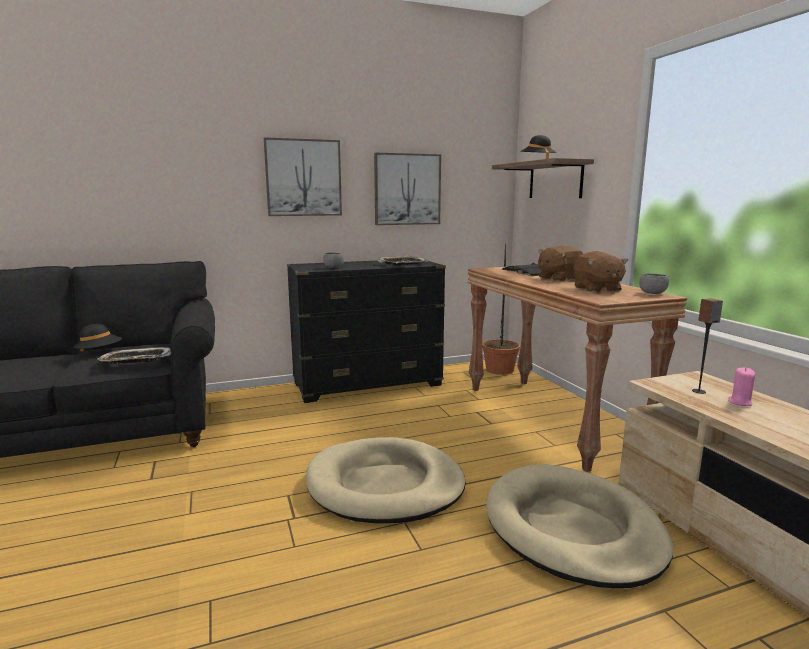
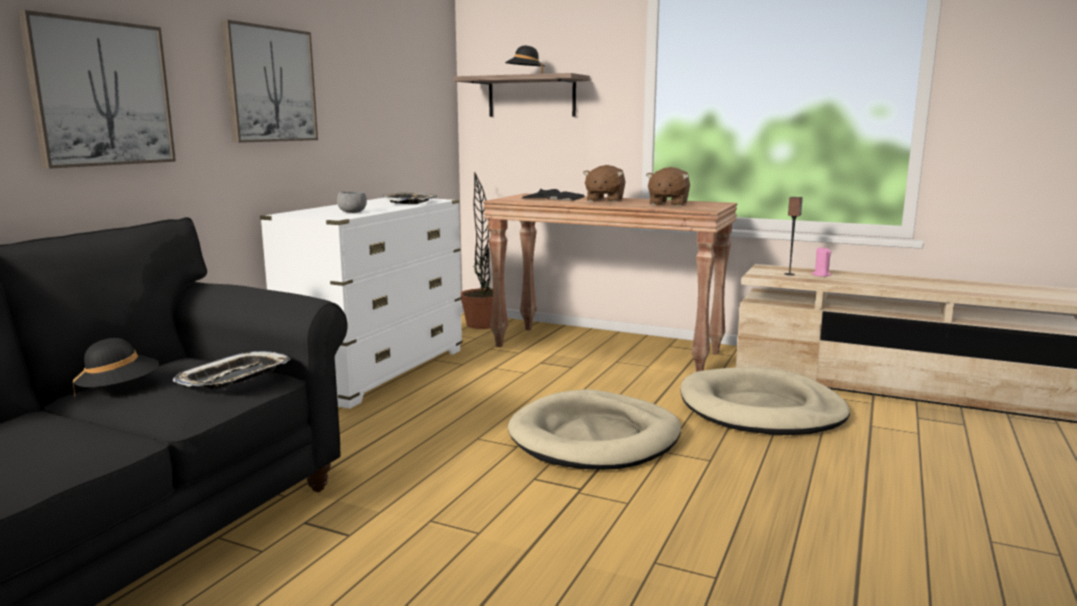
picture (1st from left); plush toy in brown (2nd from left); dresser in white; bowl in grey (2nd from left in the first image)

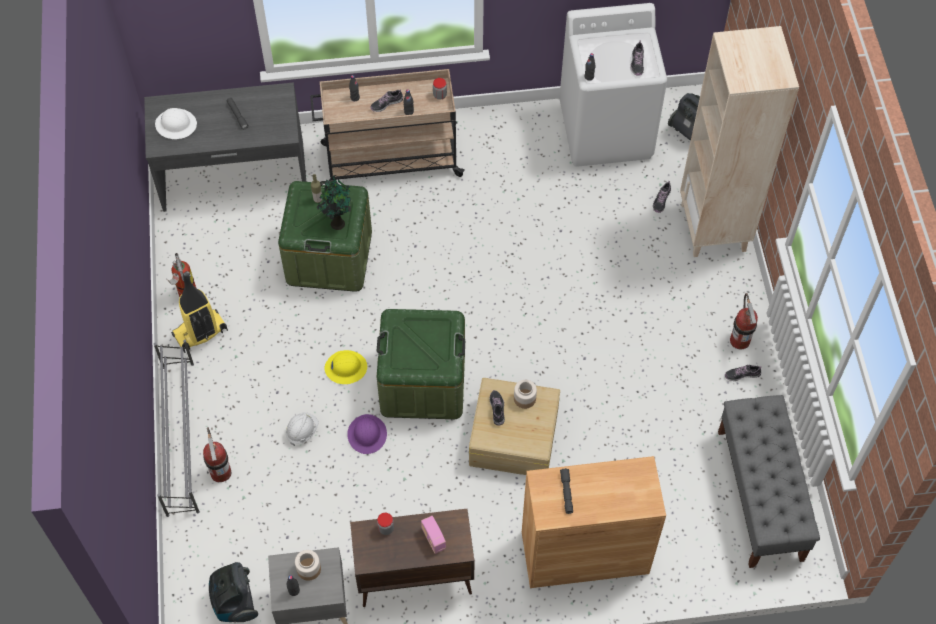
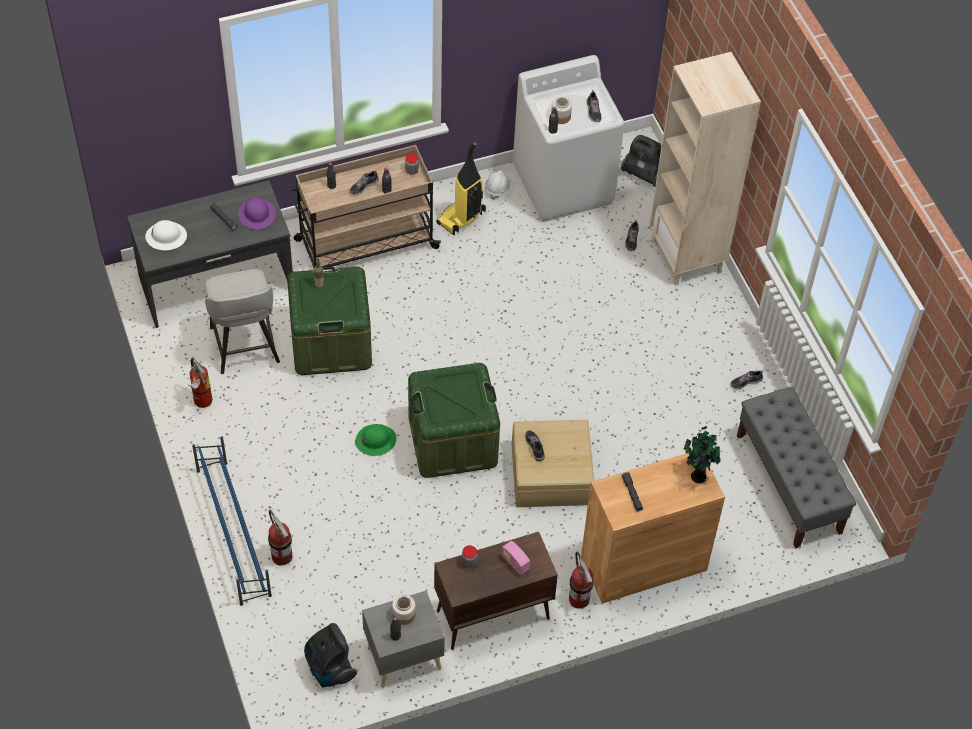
potted plant; vacuum cleaner (2nd from left); fire extinguisher (3rd from left); shoe rack in blue; hard hat in green; jar (4th from left); hard hat in white (2nd from left); hard hat in purple; stool in grey

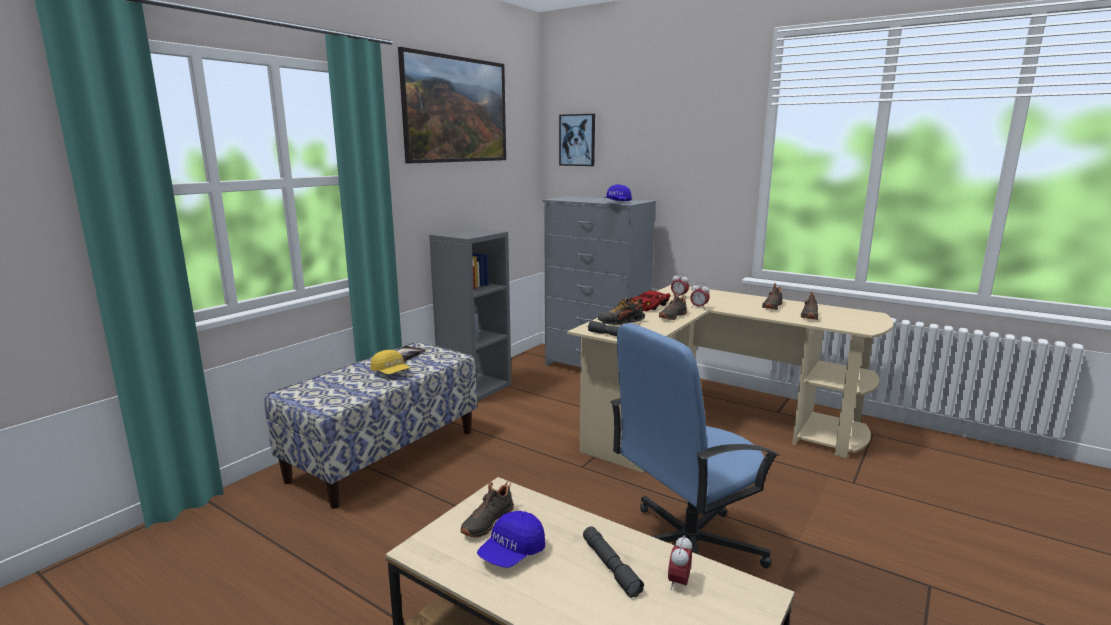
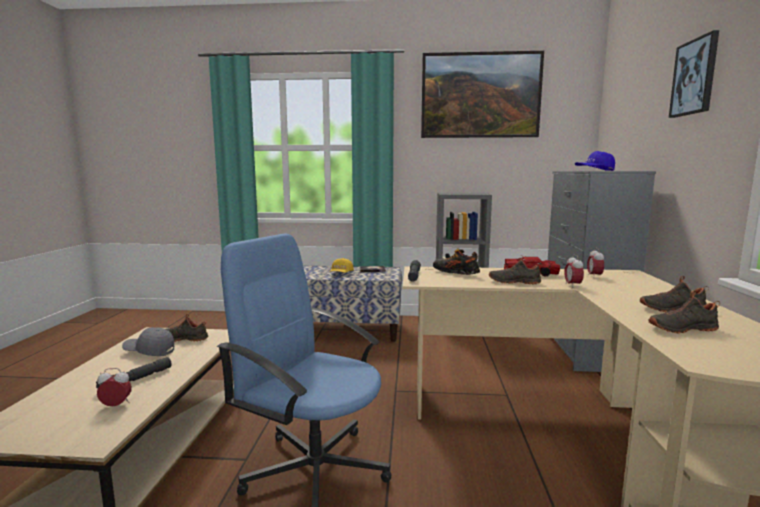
picture (2nd from left); cap in grey

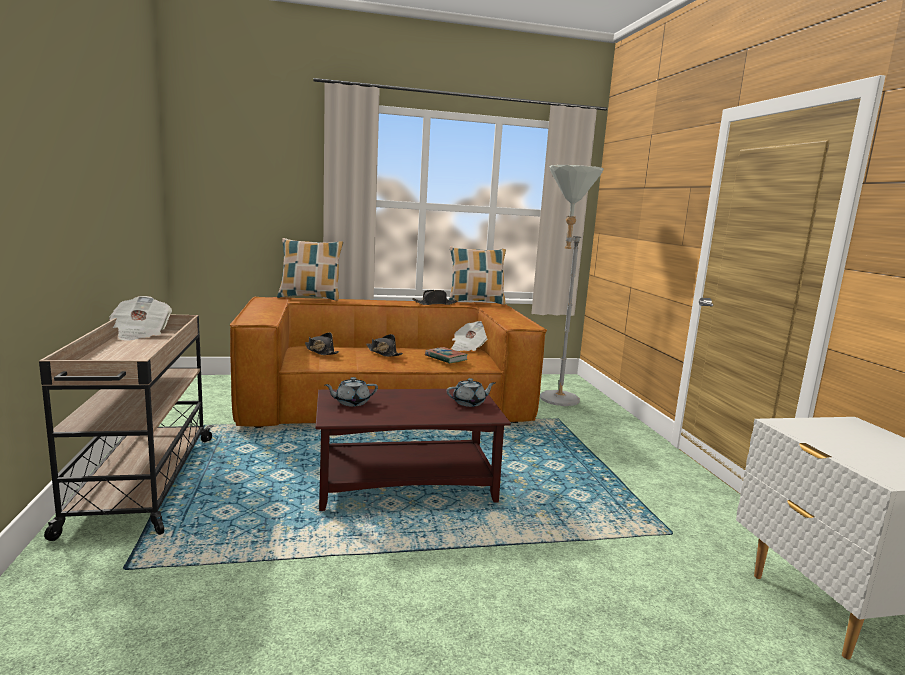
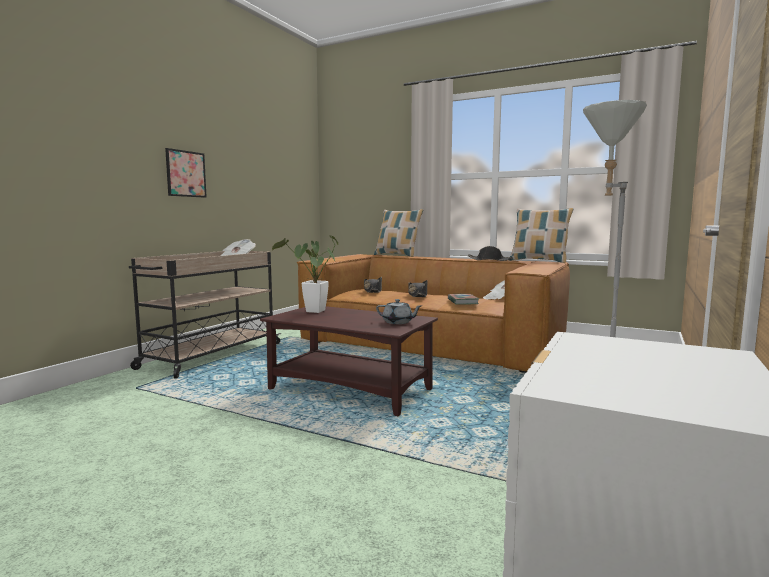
potted plant; picture

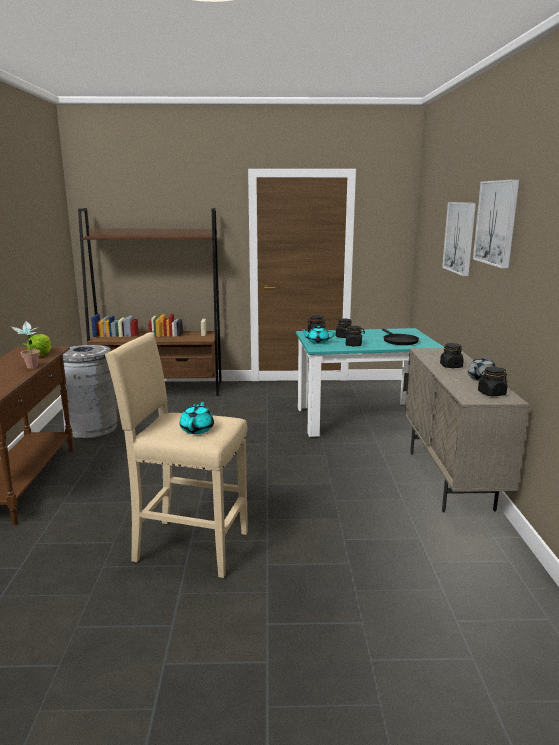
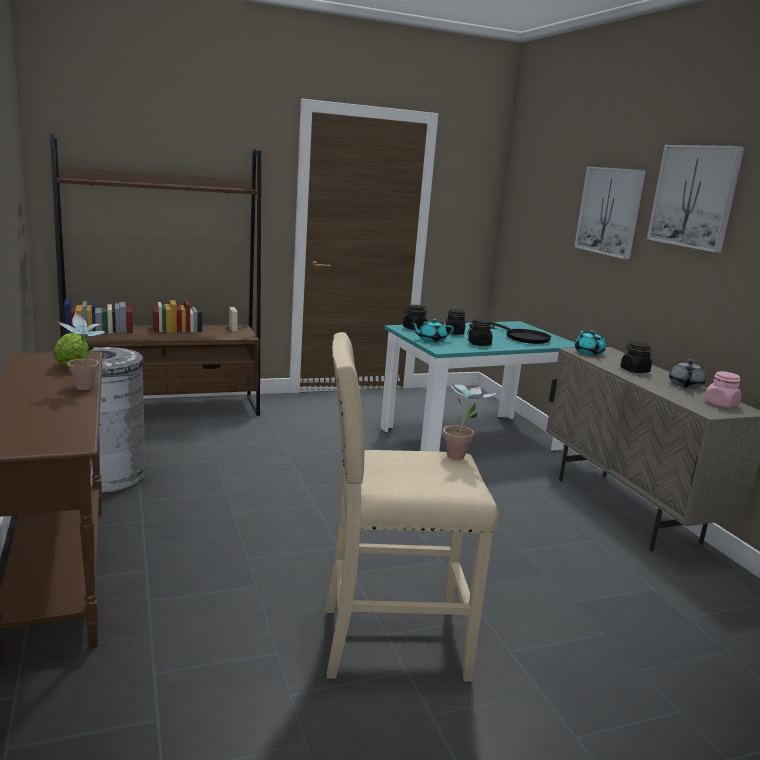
jar in pink; teapot in turquoise (2nd from left); potted plant (2nd from left)

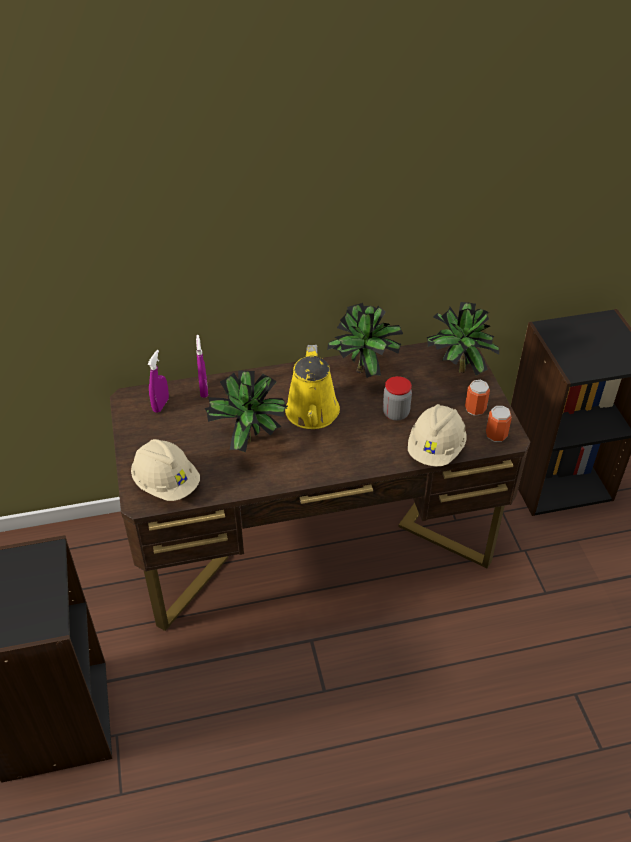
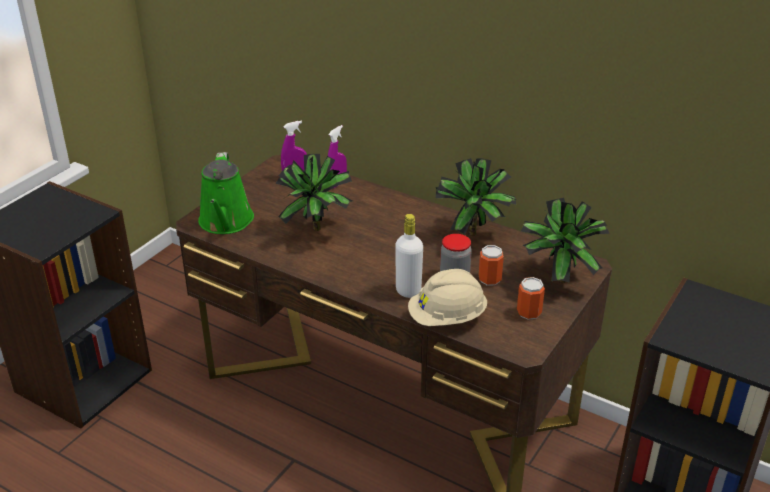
watering can in yellow; can (1st from left); watering can in green; bottle in white

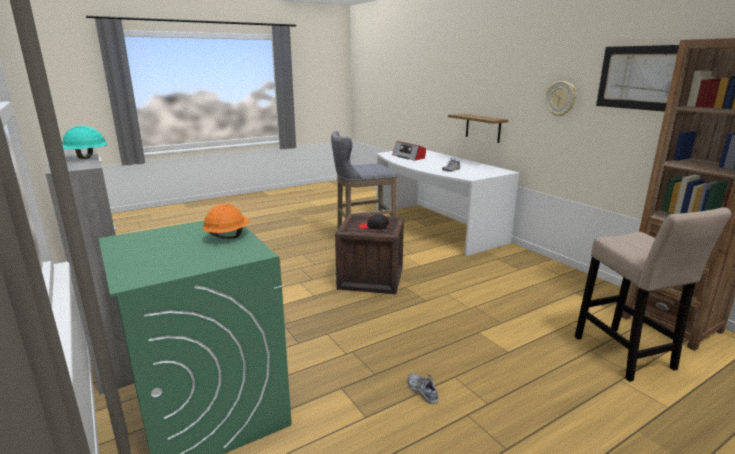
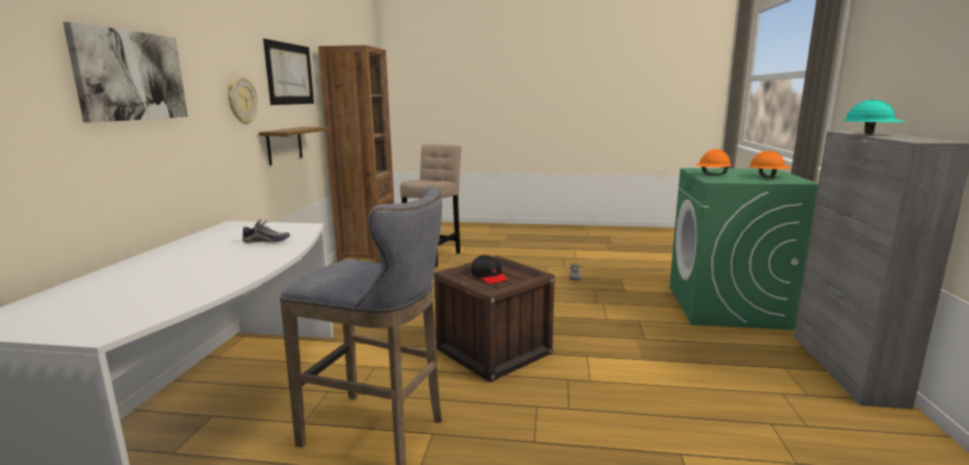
shelf; radio; picture (1st from left); hard hat in orange (2nd from left)

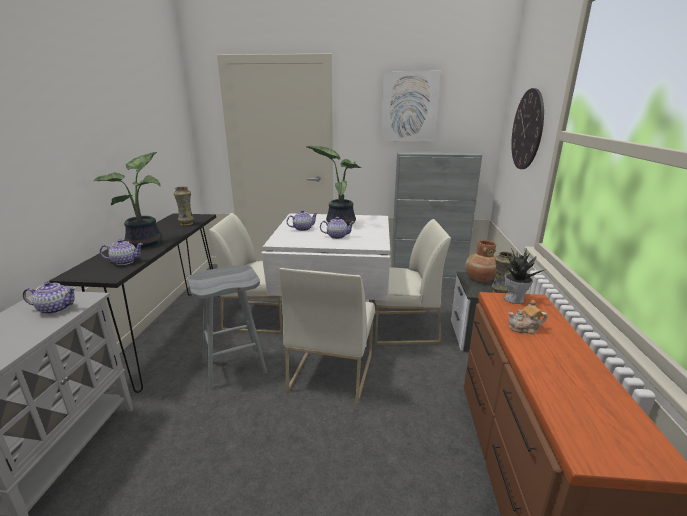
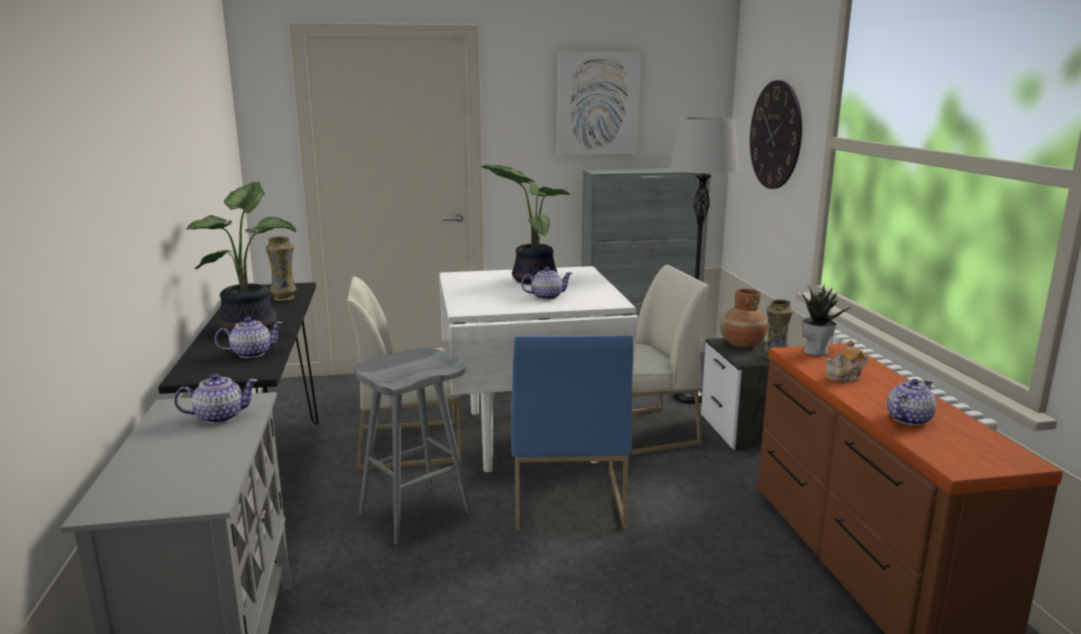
teapot (5th from left); chair in blue; floor lamp in grey

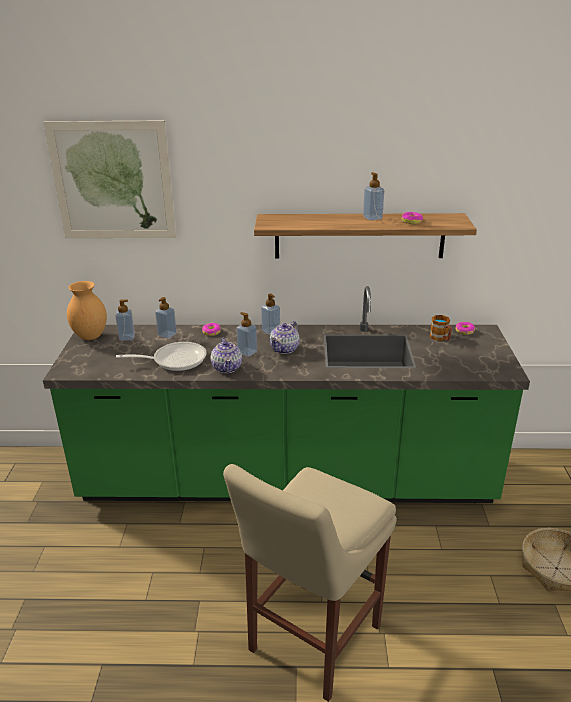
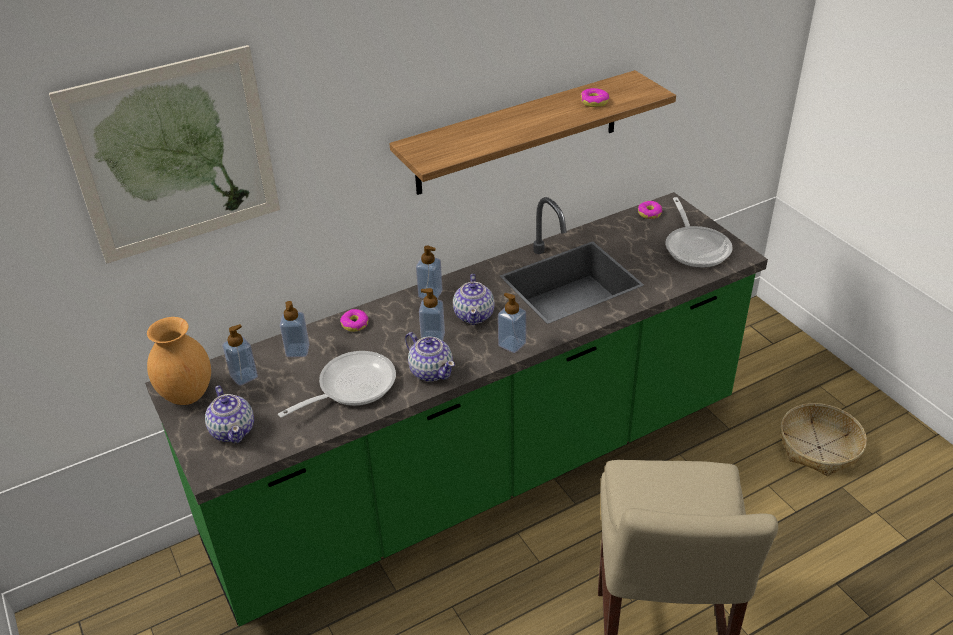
soap dispenser (5th from left); mug; frying pan (2nd from left); teapot (1st from left)

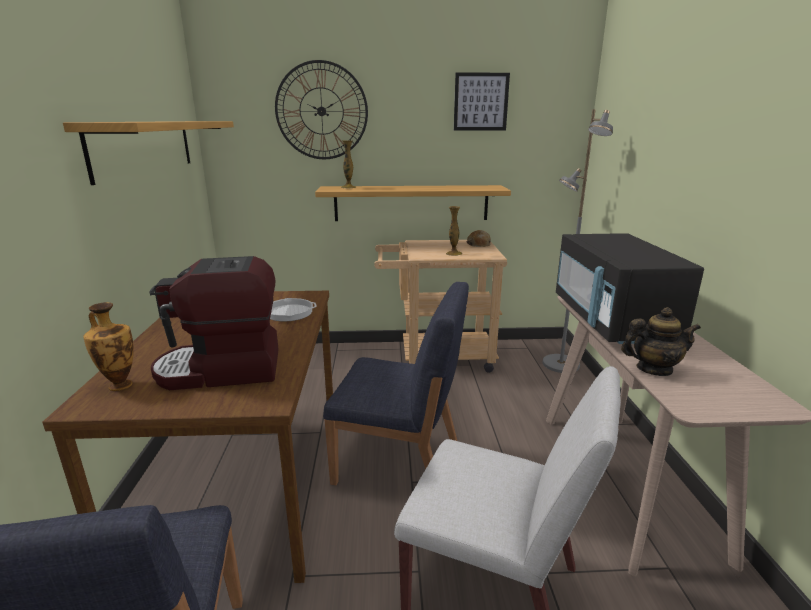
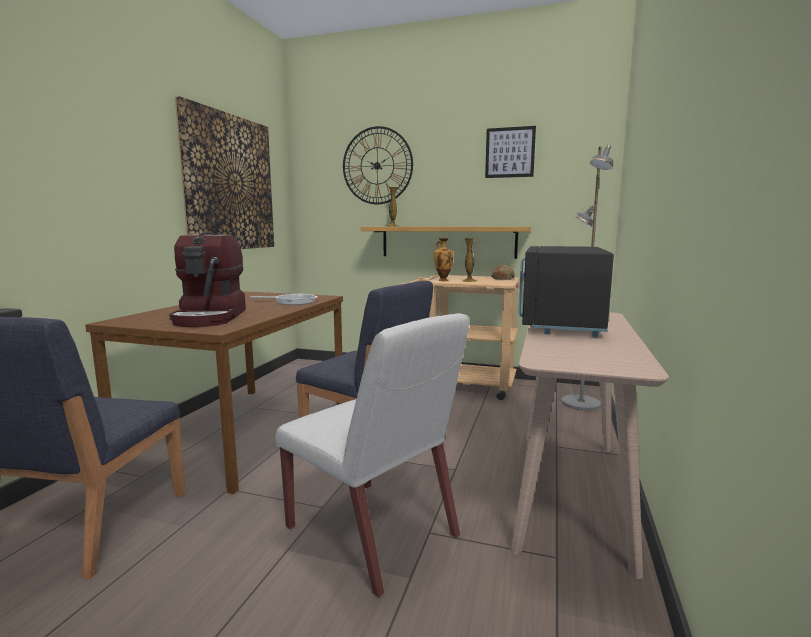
picture (1st from left); coffee machine; vase (2nd from left); teapot

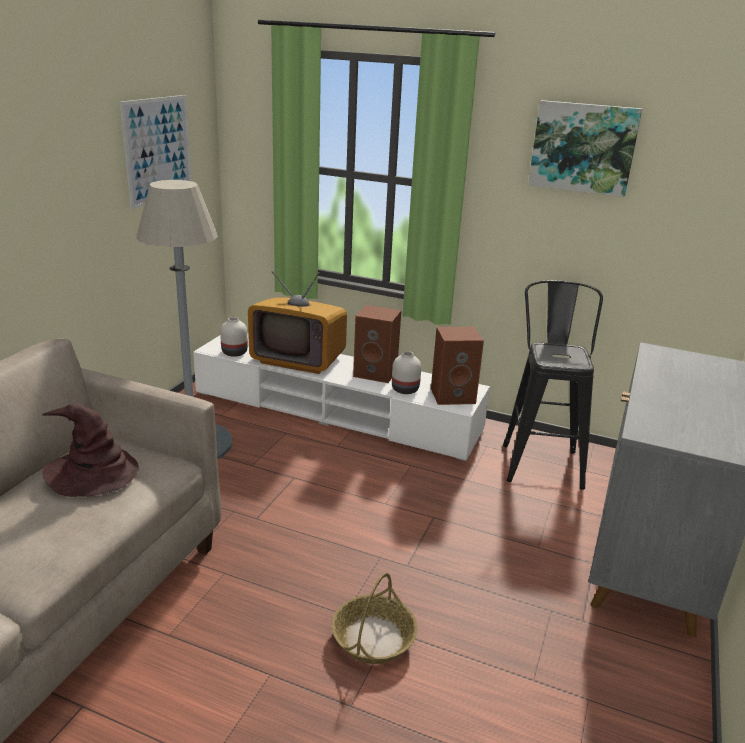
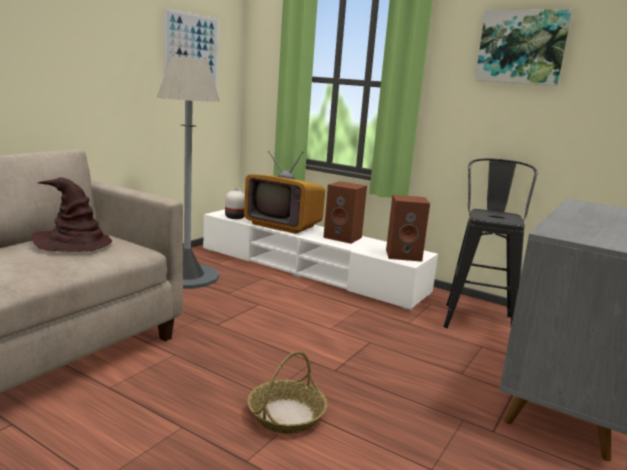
vase in white (2nd from left in the first image)

